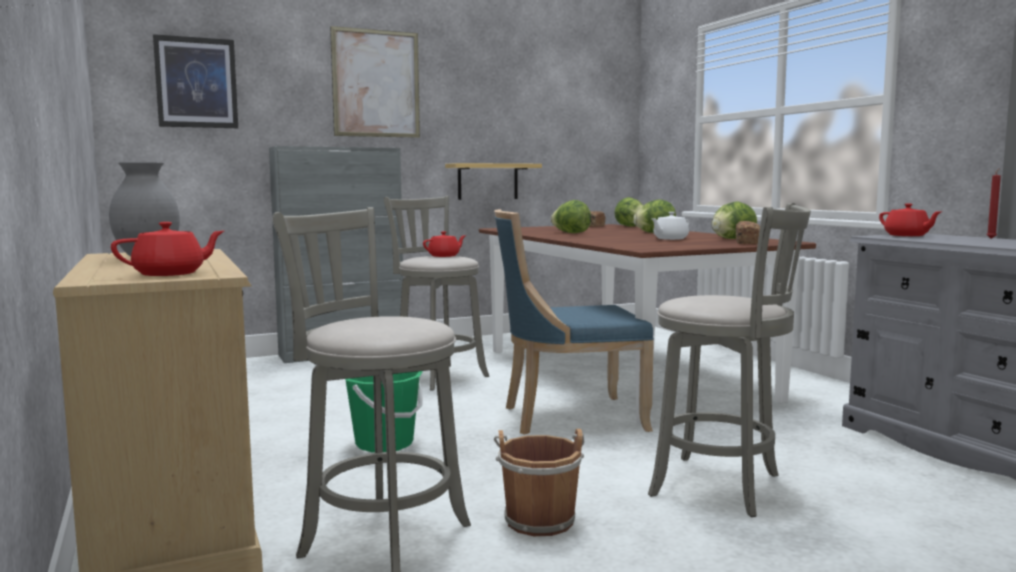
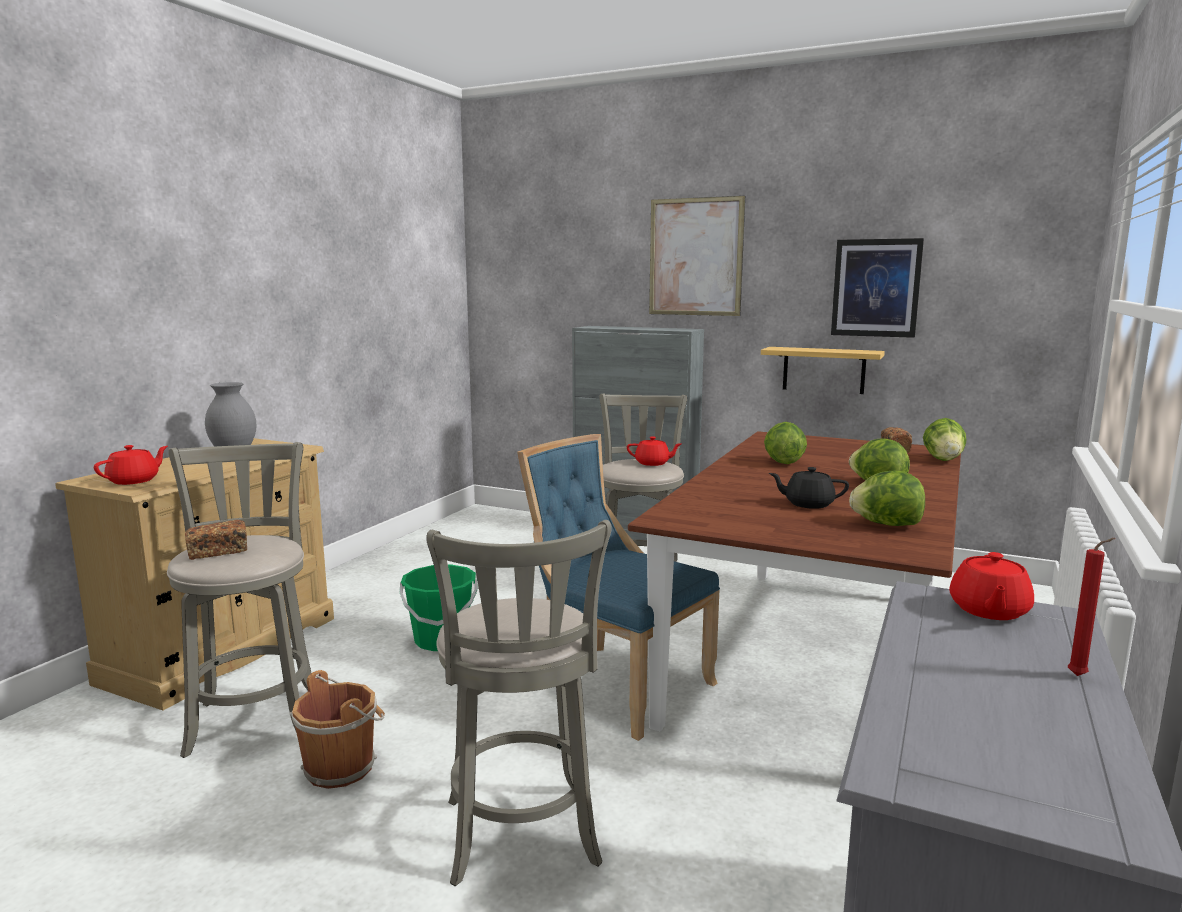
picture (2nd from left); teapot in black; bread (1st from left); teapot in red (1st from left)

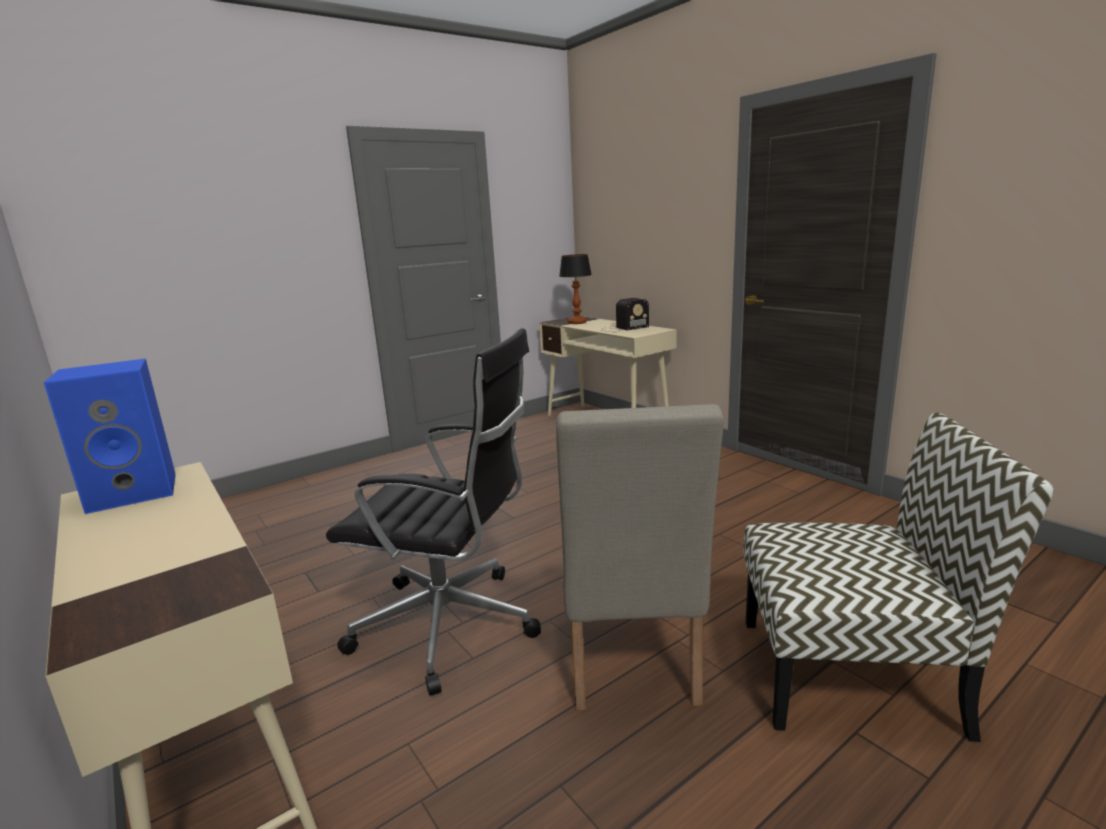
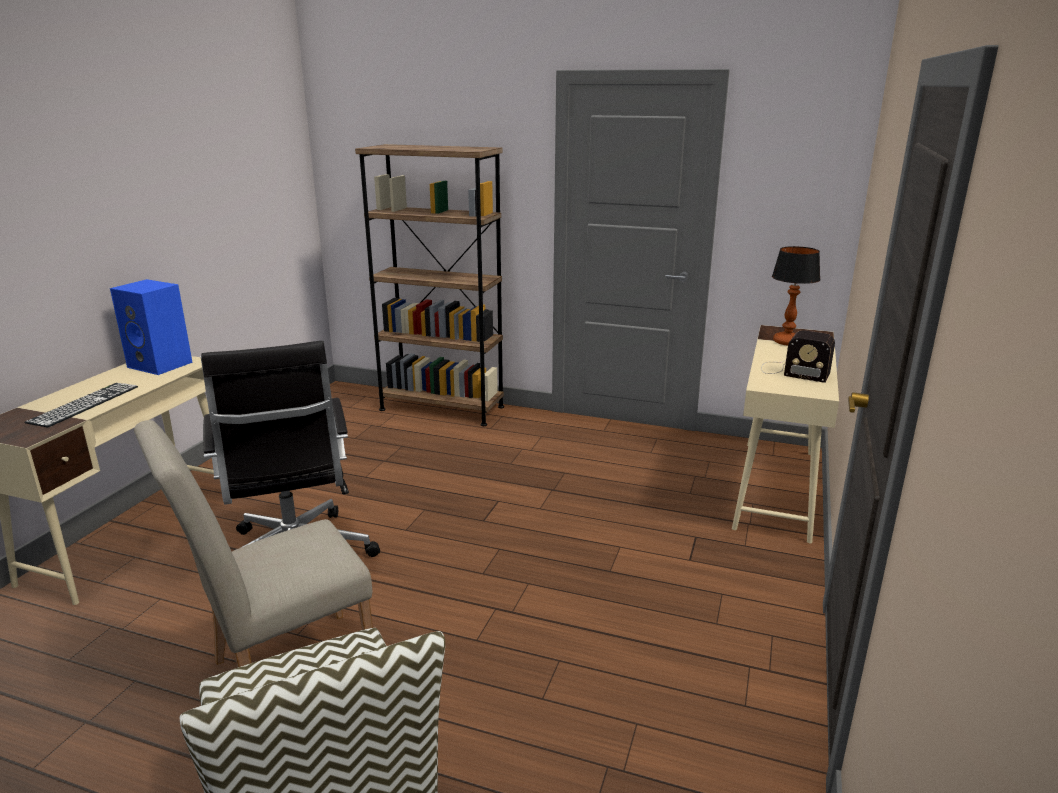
bookcase in brown; keyboard

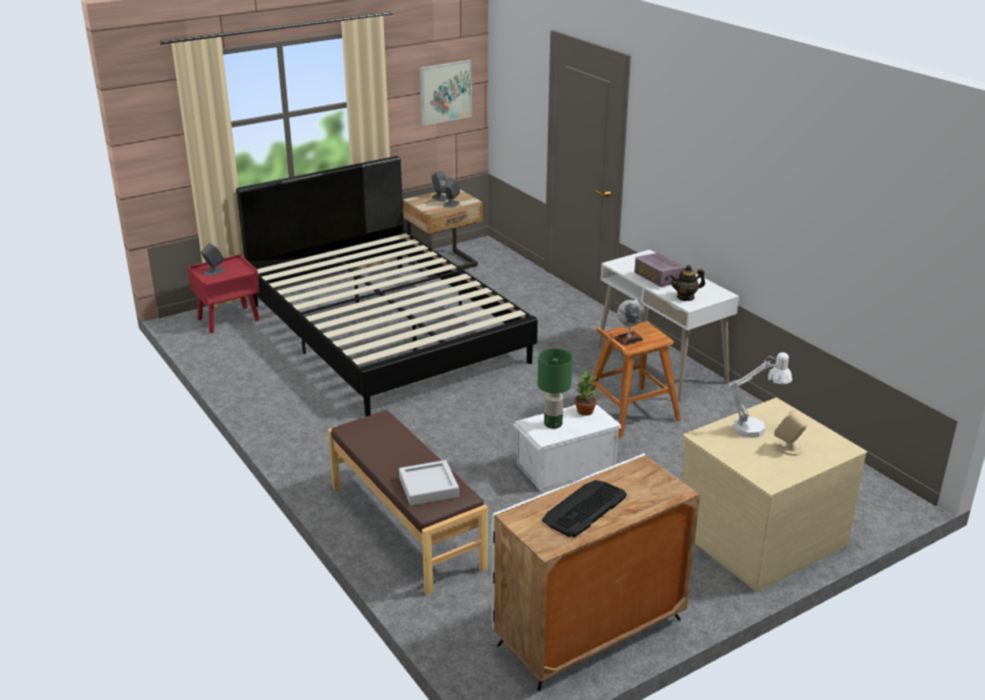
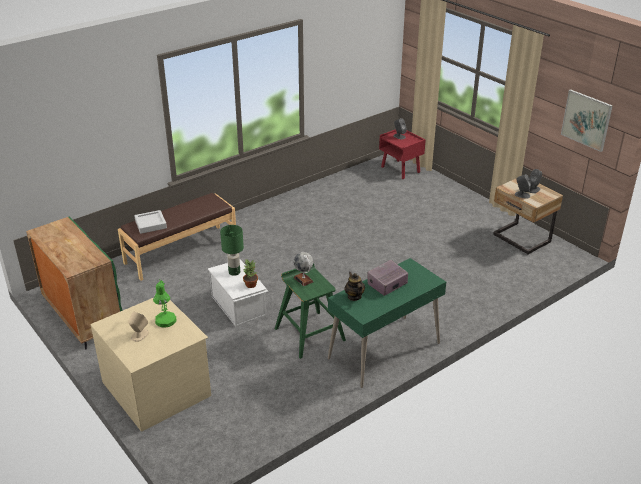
bed in black; desk in green; stool in green; table lamp in green (1st from left); cabinet in green; keyboard

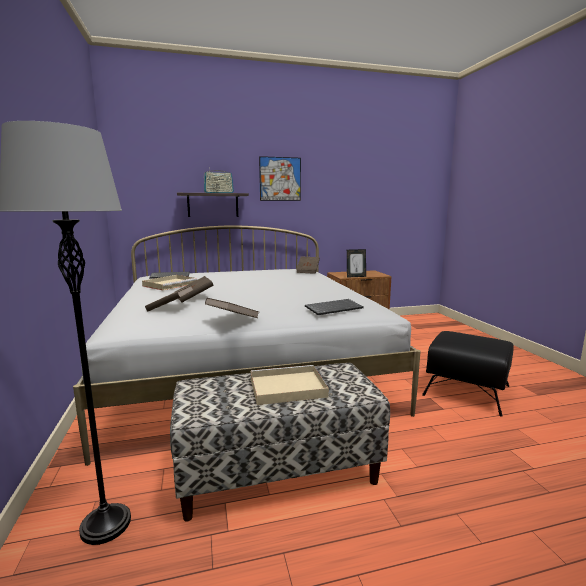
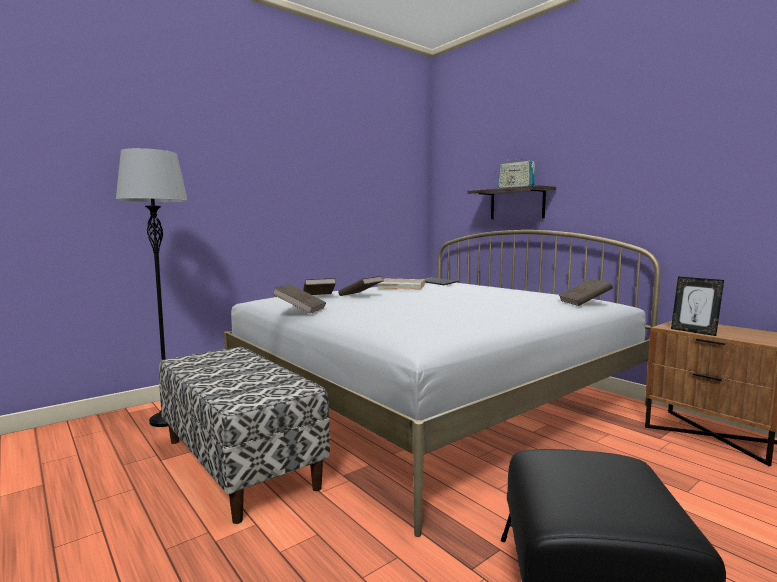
picture; keyboard (2nd from left in the first image); tray in beige (2nd from left in the first image)

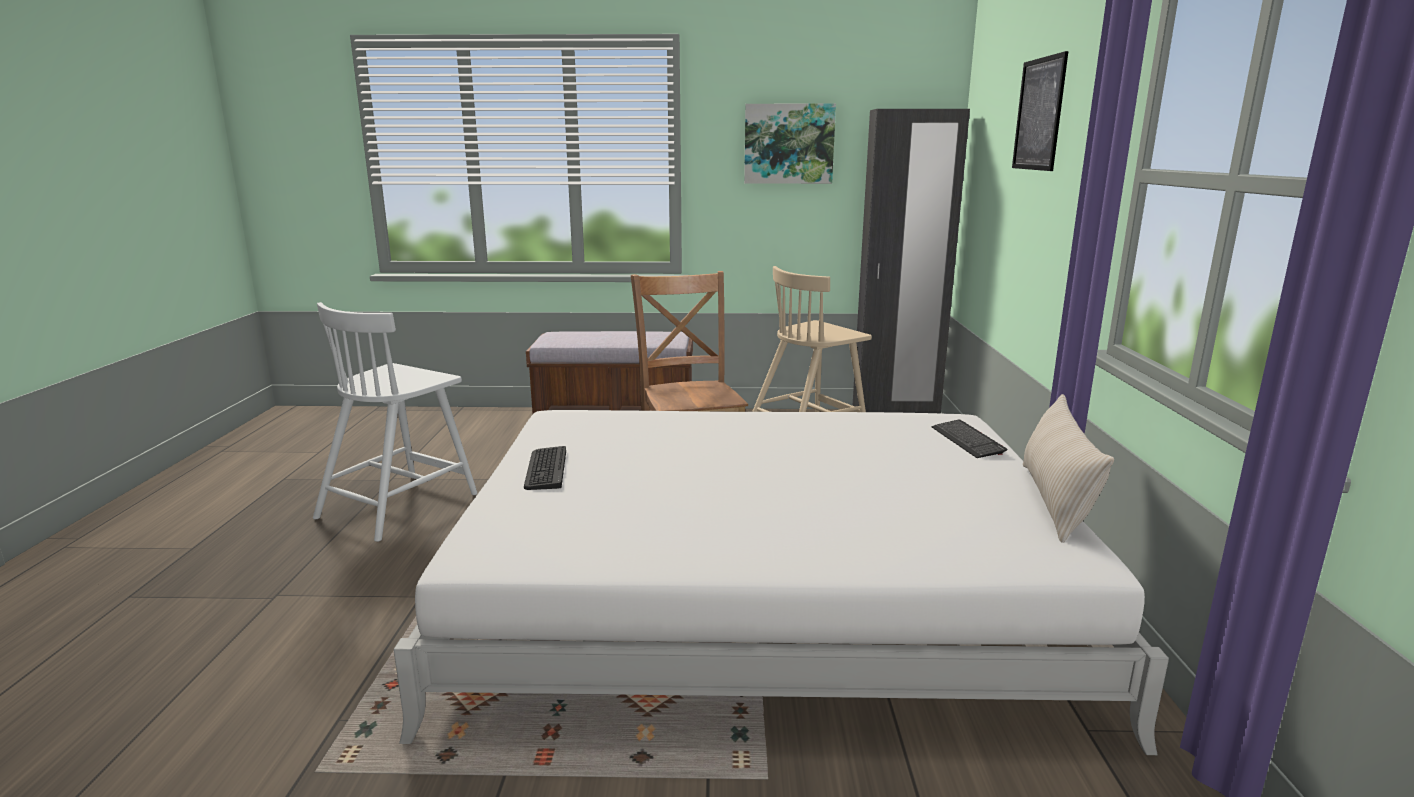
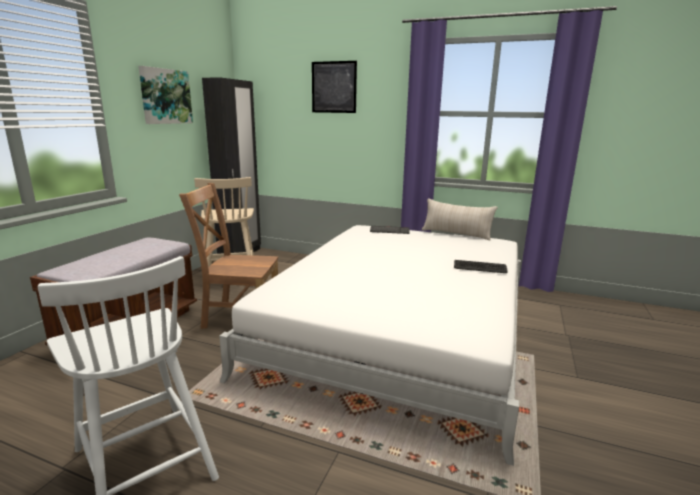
keyboard (2nd from left)

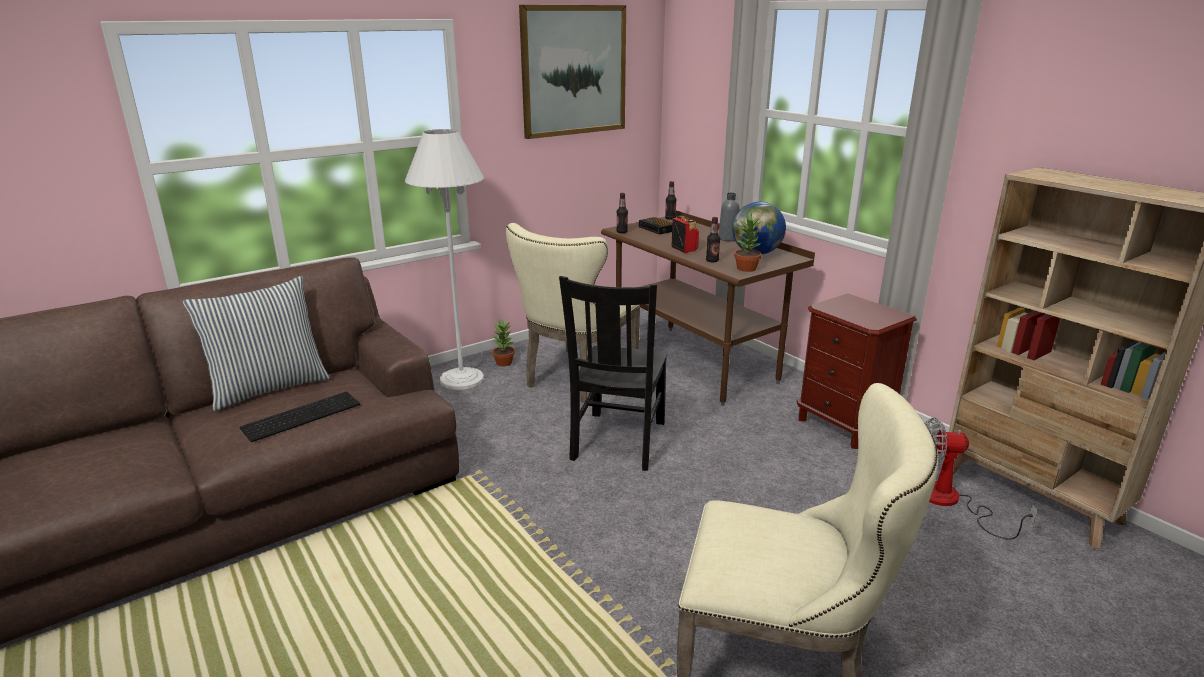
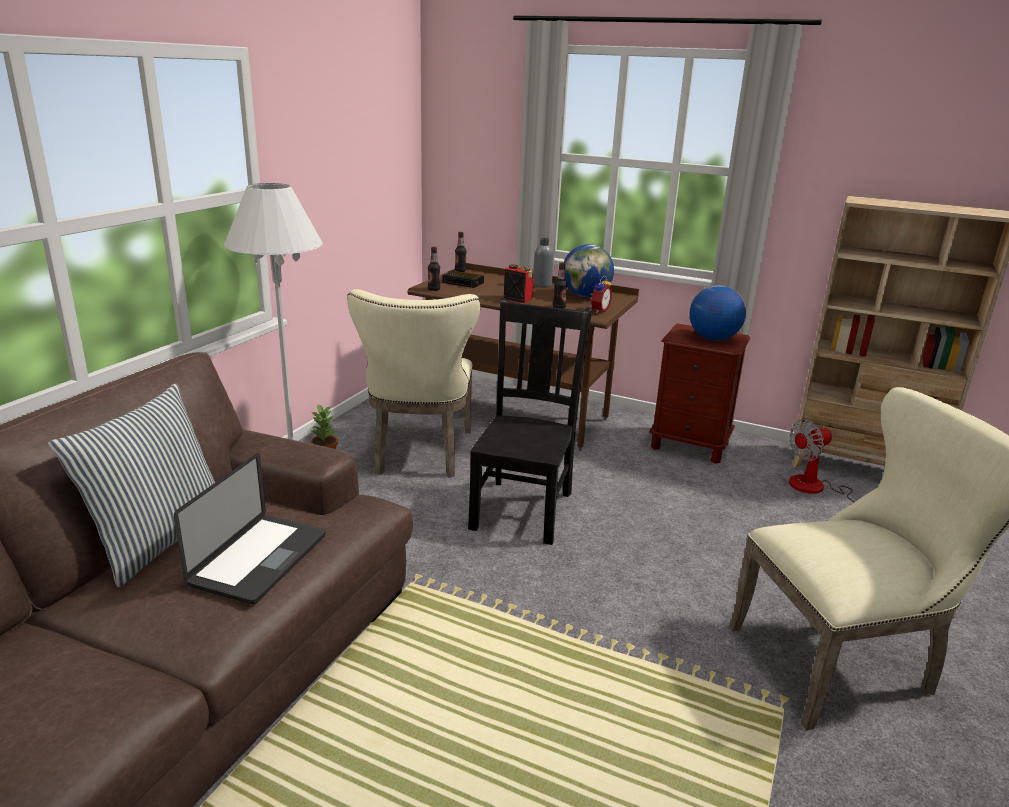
picture; alarm clock (2nd from left); chair in black; laptop; globe (2nd from left)

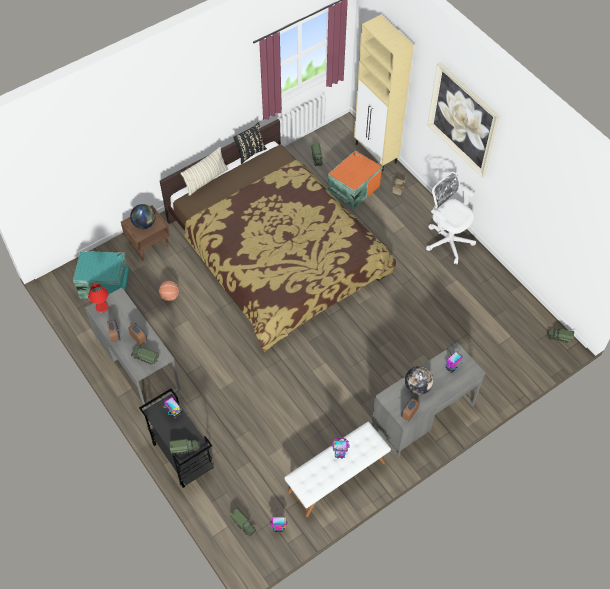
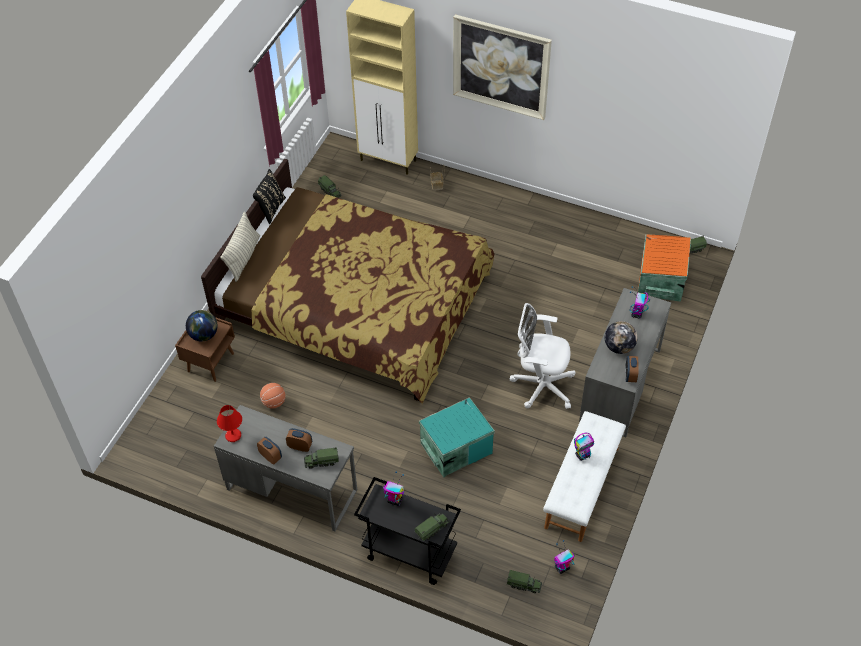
storage box in orange; office chair in white; storage box in turquoise

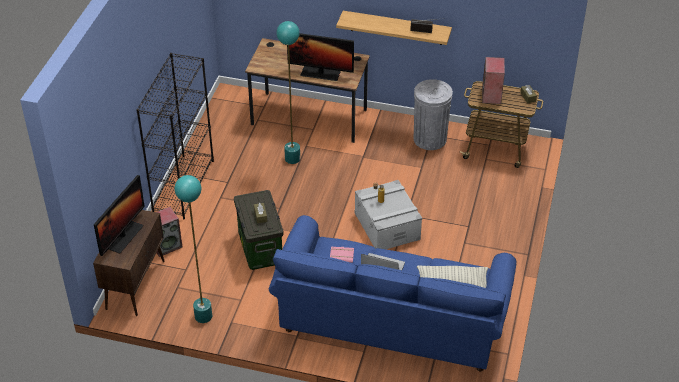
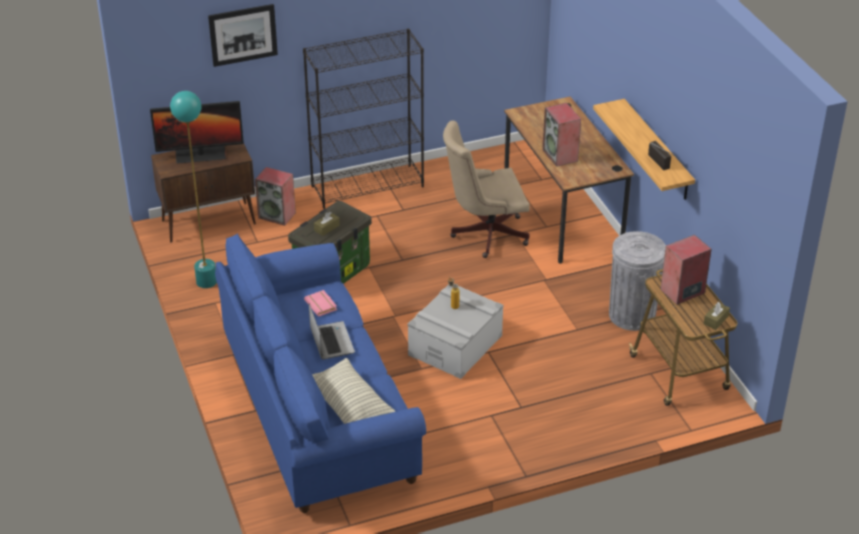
office chair in beige; speaker (2nd from left); picture

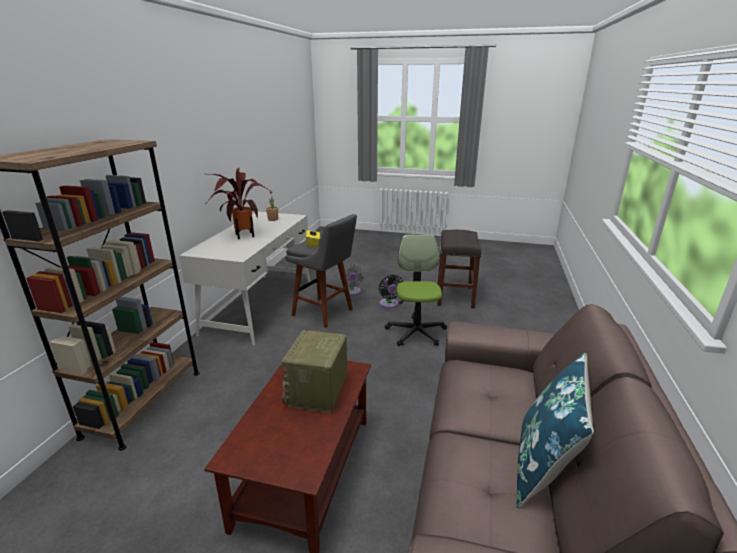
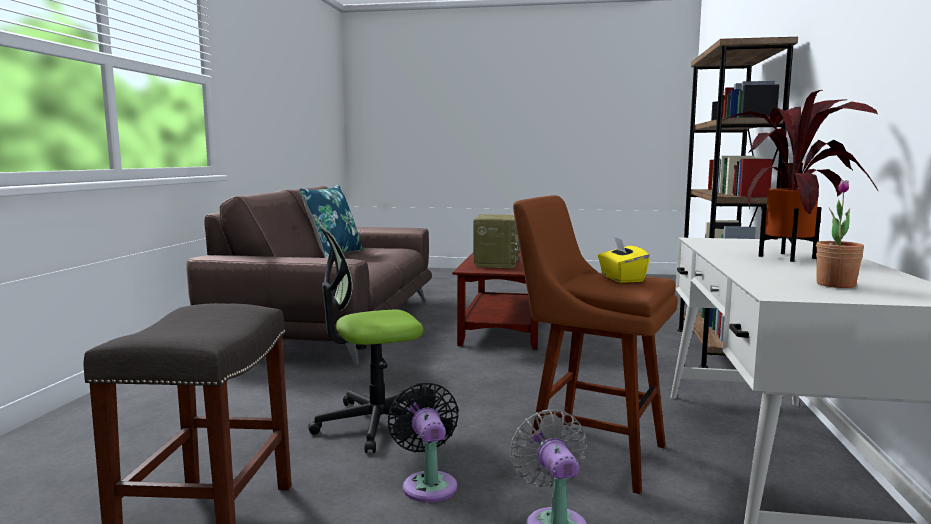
stool in brown; office chair

